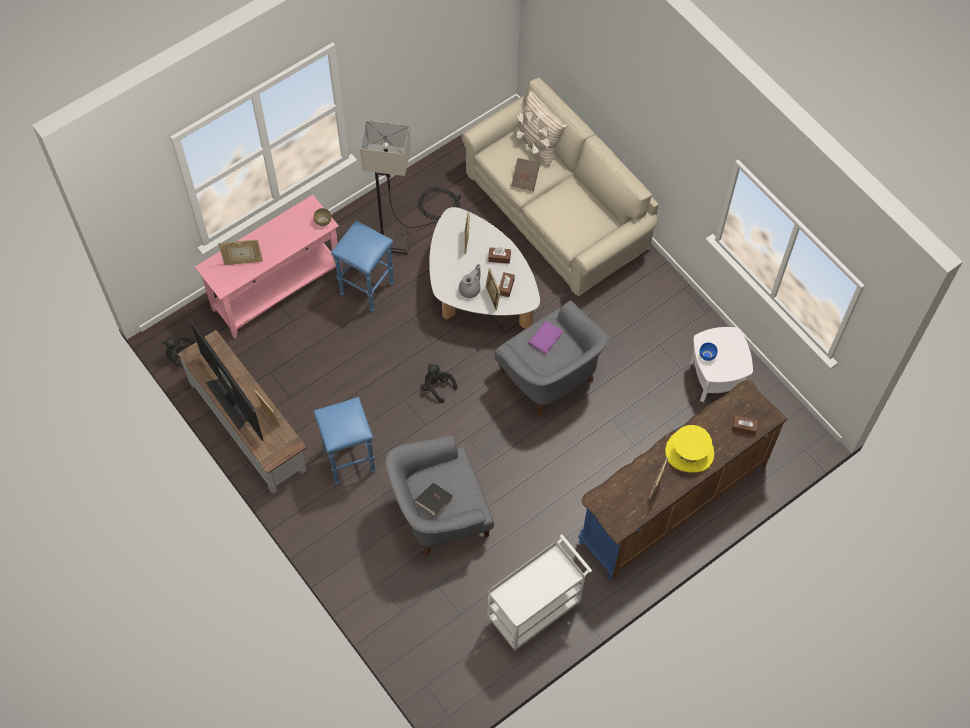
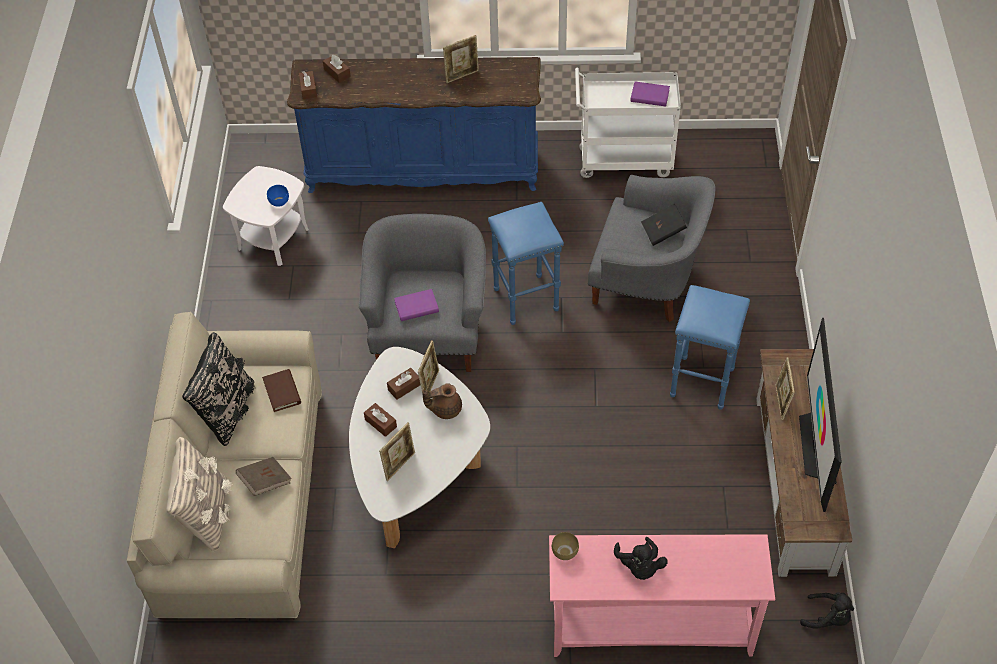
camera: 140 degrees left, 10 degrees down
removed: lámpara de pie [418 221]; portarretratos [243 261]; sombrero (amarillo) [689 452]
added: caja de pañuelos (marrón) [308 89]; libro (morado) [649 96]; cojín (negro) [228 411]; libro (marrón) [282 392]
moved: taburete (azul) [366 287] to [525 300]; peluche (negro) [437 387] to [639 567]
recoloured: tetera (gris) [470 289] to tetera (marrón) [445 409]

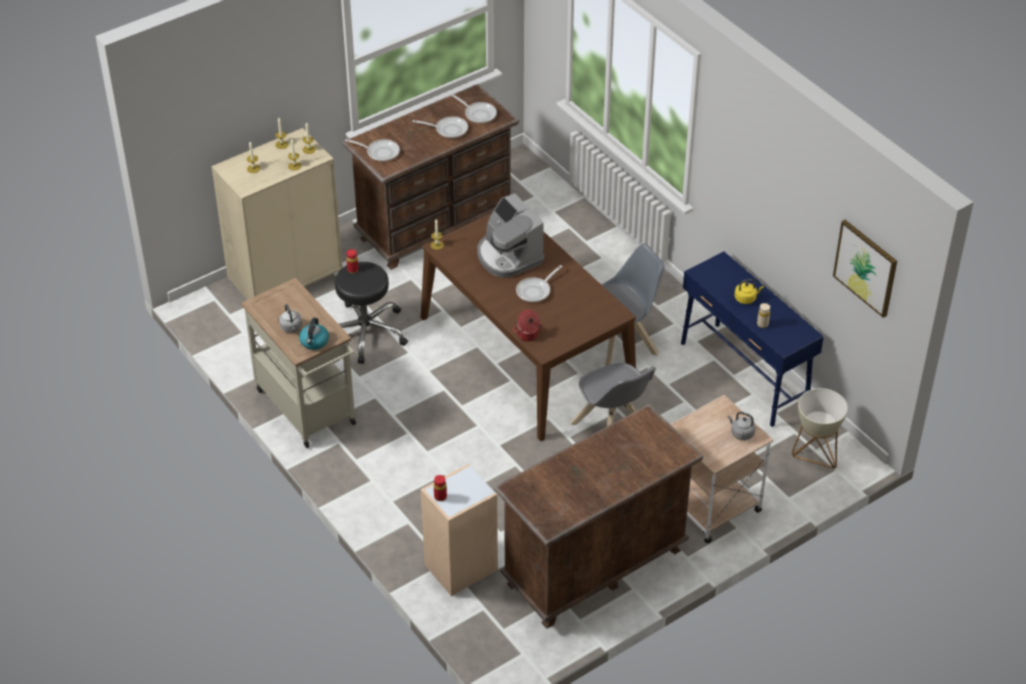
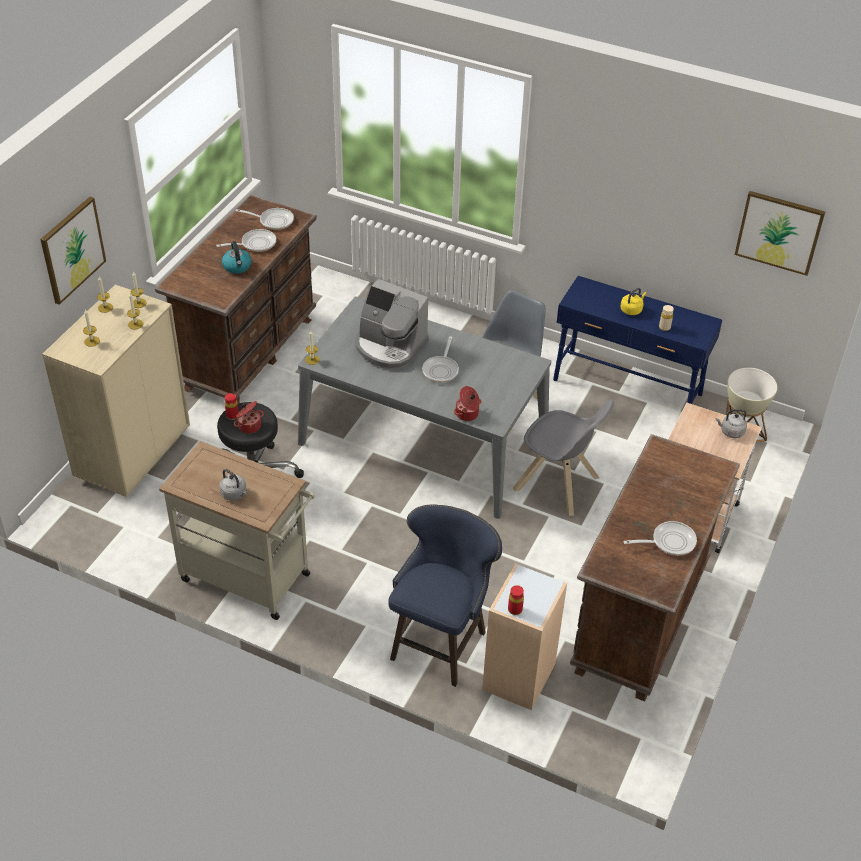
camera: 30 degrees left, 0 degrees up
added: cuadro [72 249]; olla [249 425]; taburete (azul) [440 642]
moved: sartén [380 152] to [669 542]; hervidor [314 342] to [237 267]
recoloured: mesa de comedor (marrón) [526 353] to mesa de comedor (gris) [423 440]

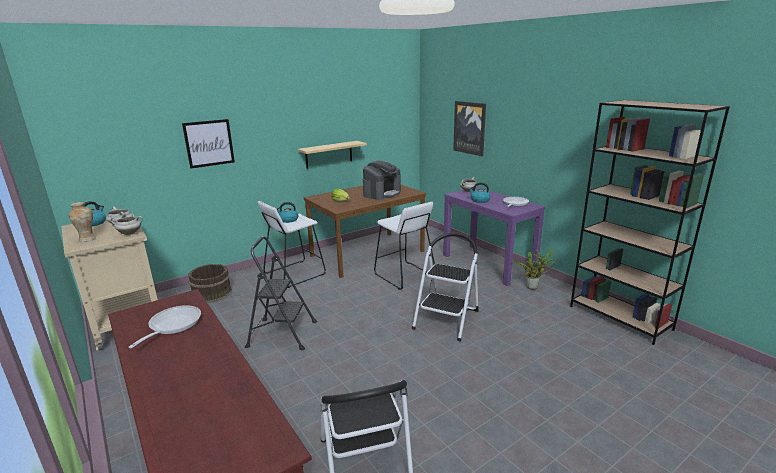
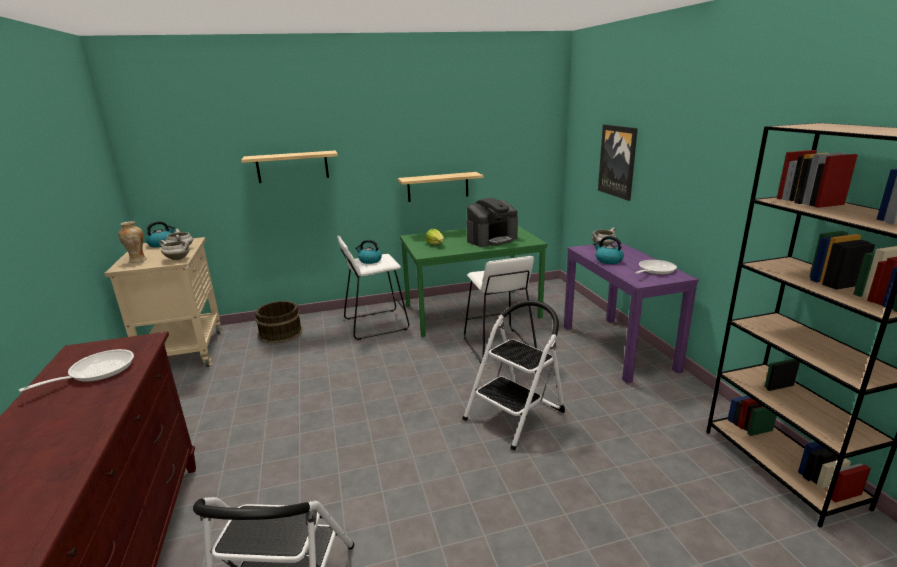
camera: 20 degrees right, 0 degrees up
removed: escalera de tijera (negro) [280 333]; planta en maceta [533 287]
replaced: cuadro [209 143] to estante [292 166]
recoloured: mesa de comedor (marrón) [367 253] to mesa de comedor (verde) [472 311]

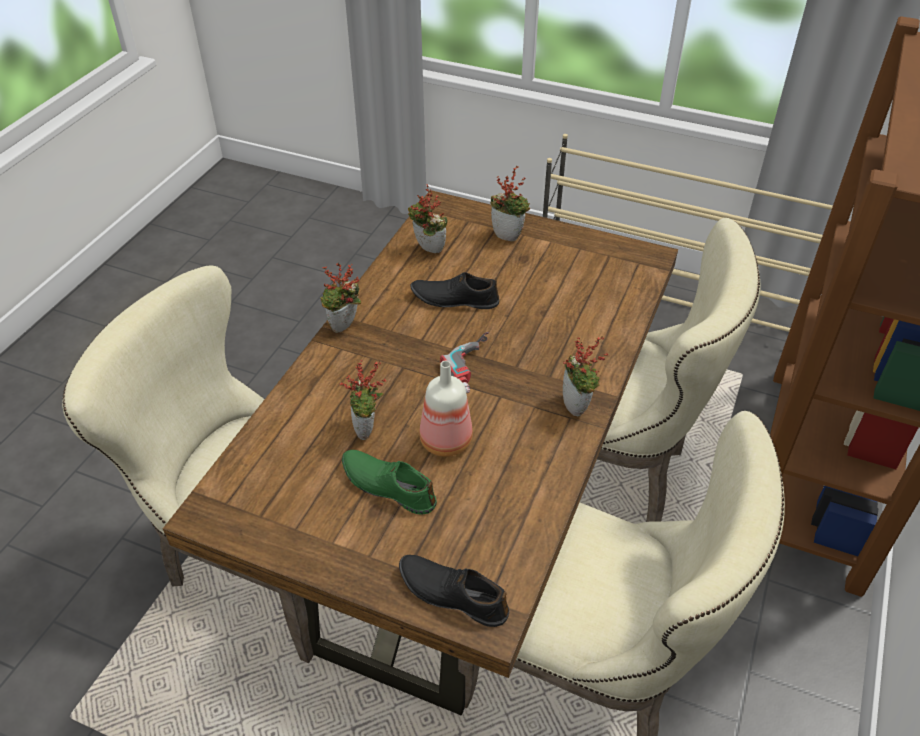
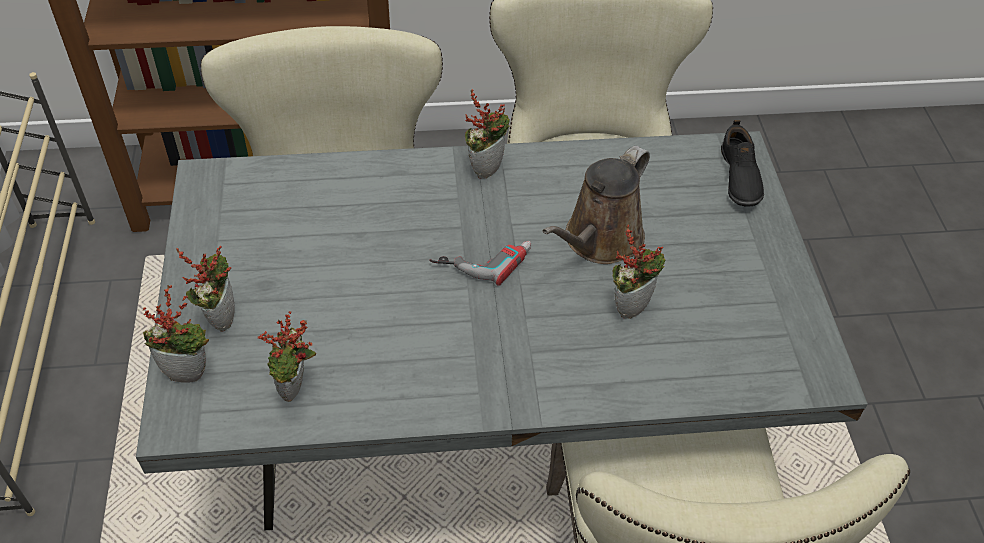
camera: 120 degrees left, 5 degrees up
removed: zapato (negro) [454 299]; zapato (verde) [388 486]
moved: planta en maceta [345 328] to [189 371]
replaced: botella [445 442] to regadera (marrón) [599 240]
recoloured: mesa de comedor (marrón) [460 521] to mesa de comedor (gris) [489 428]

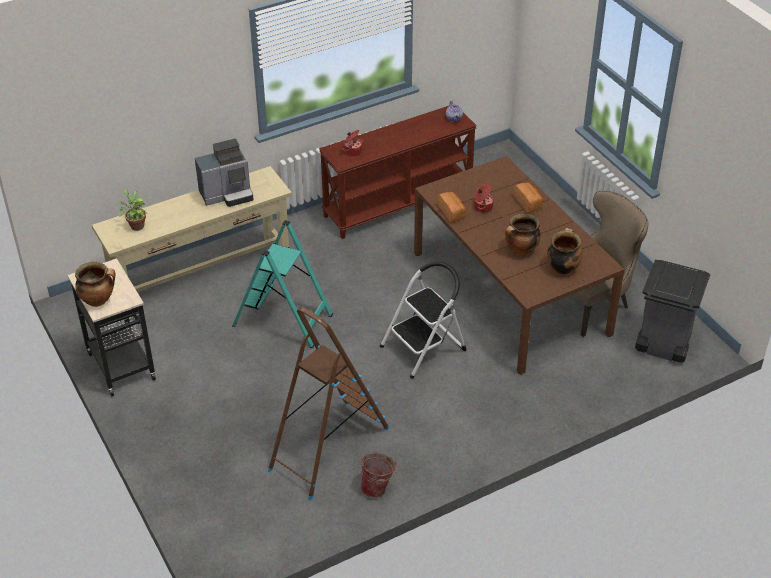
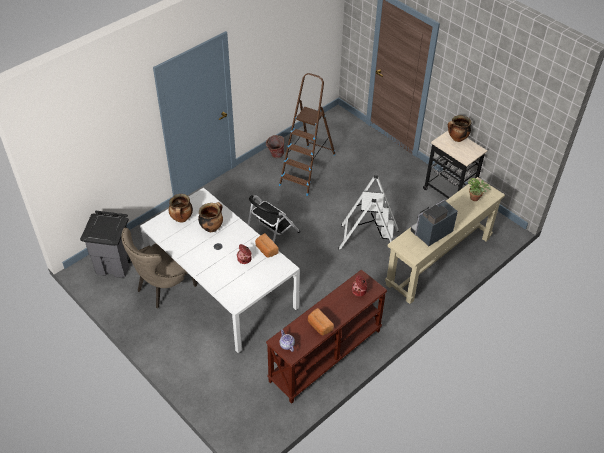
camera: 165 degrees right, 5 degrees up
moved: pan [528 203] to [319 326]
recoloured: mesa de comedor (marrón) [509 293] to mesa de comedor (blanco) [222 287]; escalera de tijera (turquesa) [283 320] to escalera de tijera (blanco) [368 239]

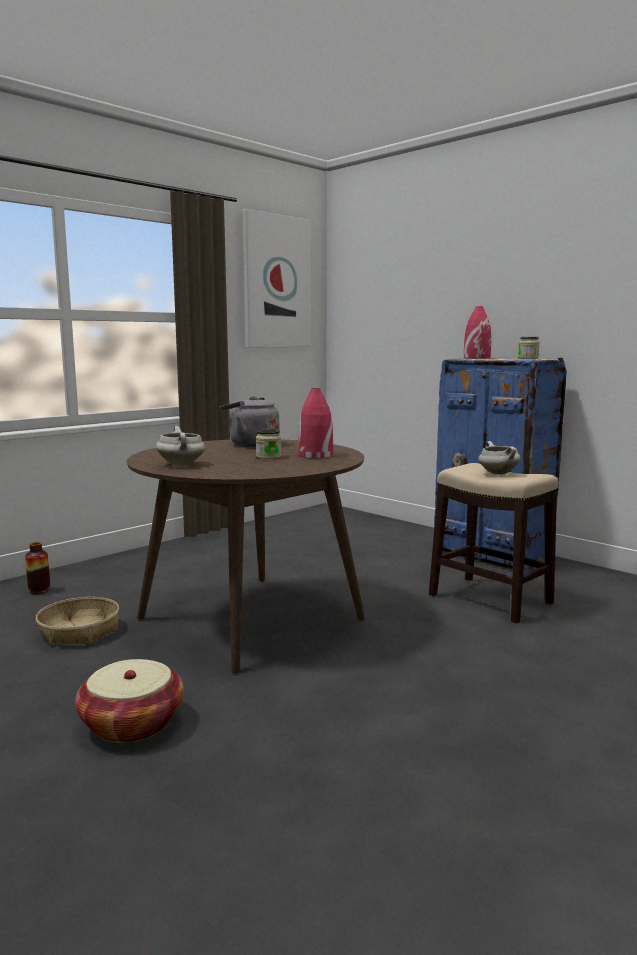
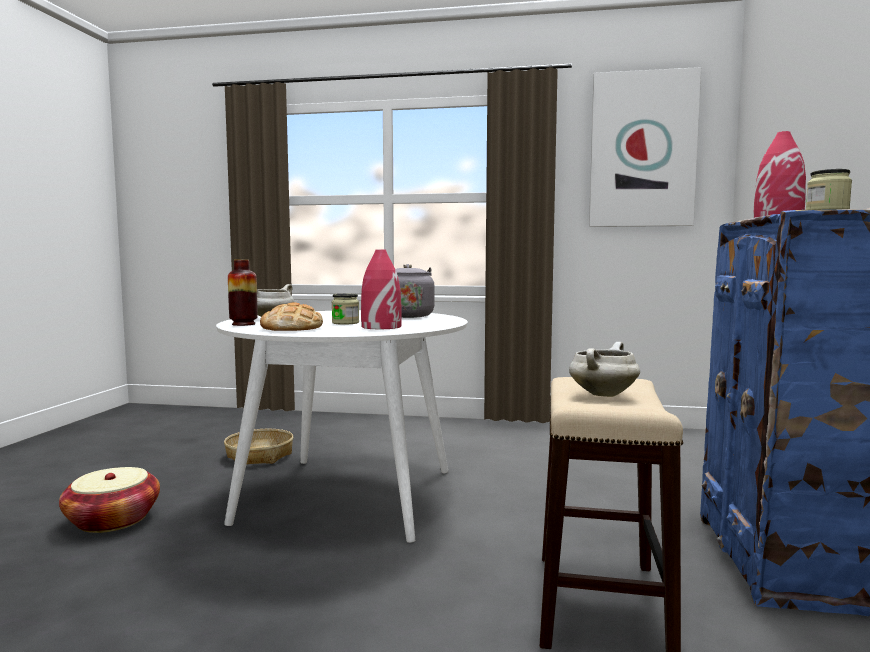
camera: 55 degrees right, 5 degrees down
added: pan [292 328]
moved: florero [39 591] to [243 324]
recoloured: mesa de comedor (marrón) [250 619] to mesa de comedor (blanco) [348 496]

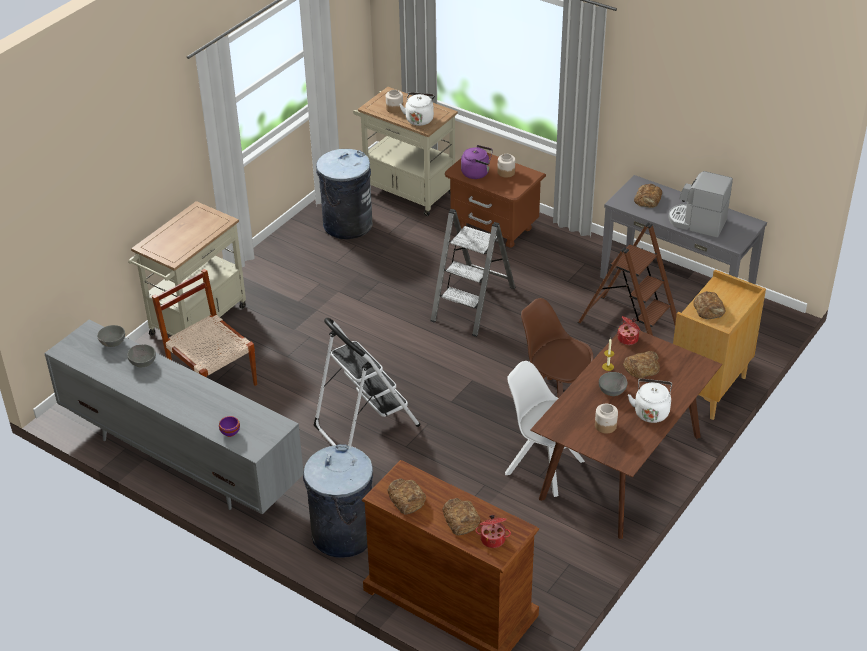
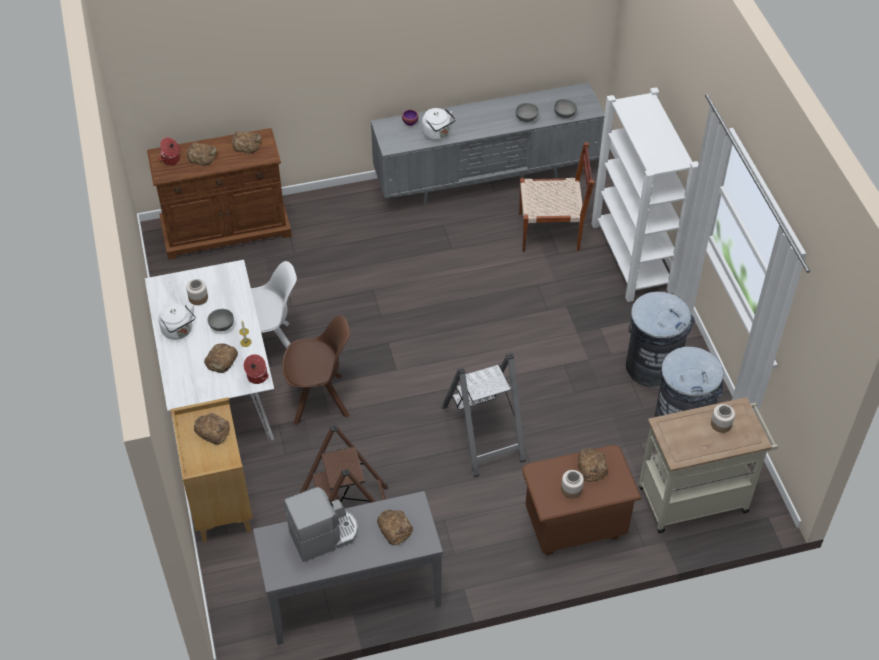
camera: 130 degrees right, 10 degrees up
removed: escalera de tijera [363 426]
moved: hervidor (blanco) [419 119] to [437 134]; papelera (gris) [342 534] to [652 366]
replaced: hervidor (morado) [477 173] to pan [591 467]; carrito (beis) [196 322] to estantería (blanco) [632 257]
recoloured: mesa de comedor (marrón) [622 468] to mesa de comedor (blanco) [217 387]

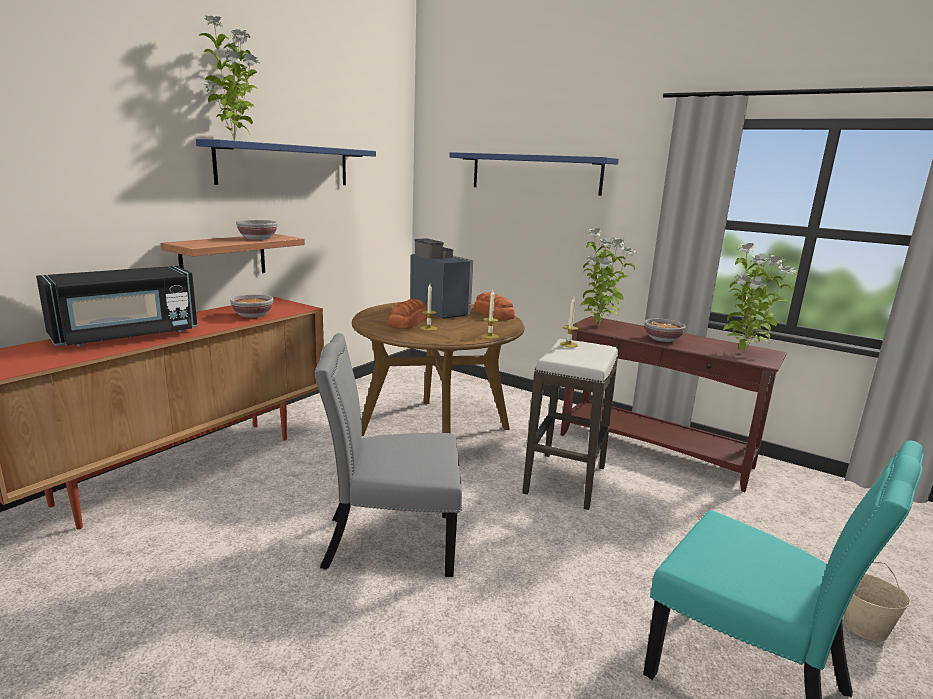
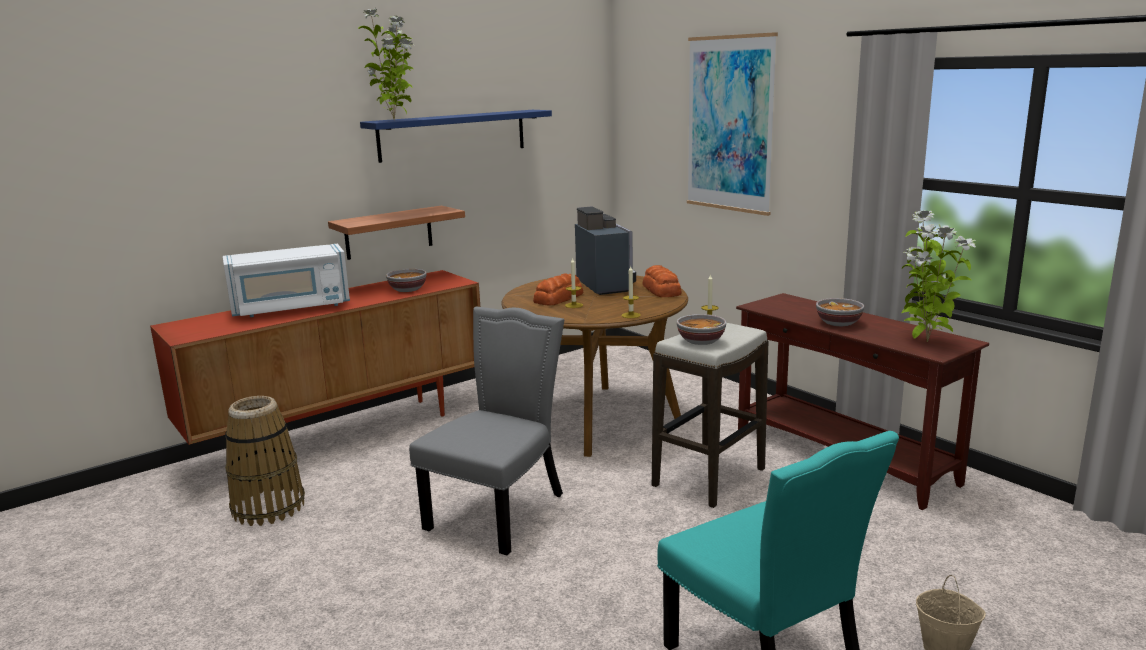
camera: 20 degrees right, 0 degrees up
removed: planta en maceta [598 325]
added: cesta [268 507]
moved: cuenco [257 239] to [700 341]
replaced: estante (azul) [535 173] to cuadro [730 124]
recoloured: microondas (negro) [126 336] to microondas (blanco) [291 308]
turned: silla (gris) [393 542] = [497 514] 105 degrees clockwise

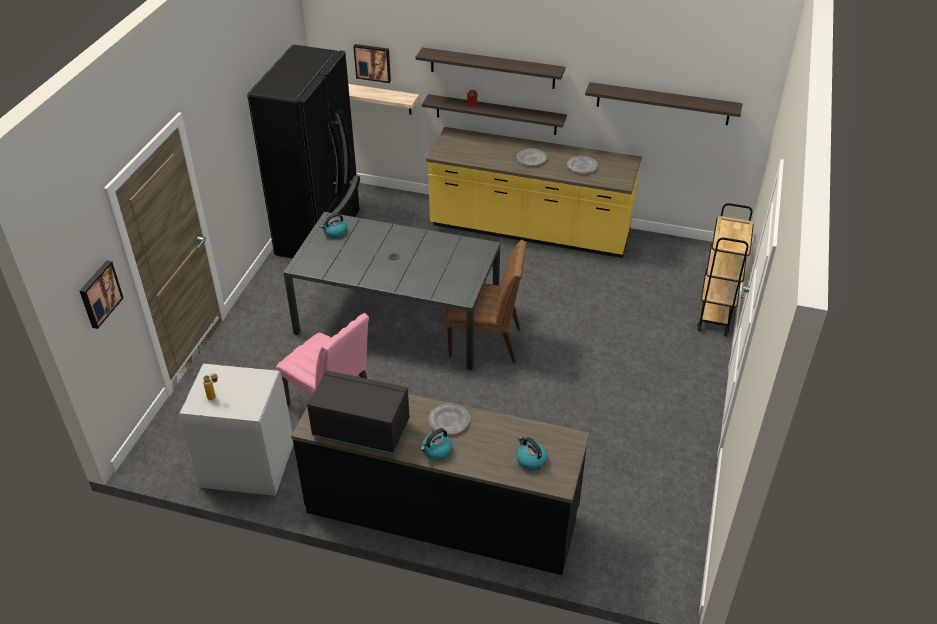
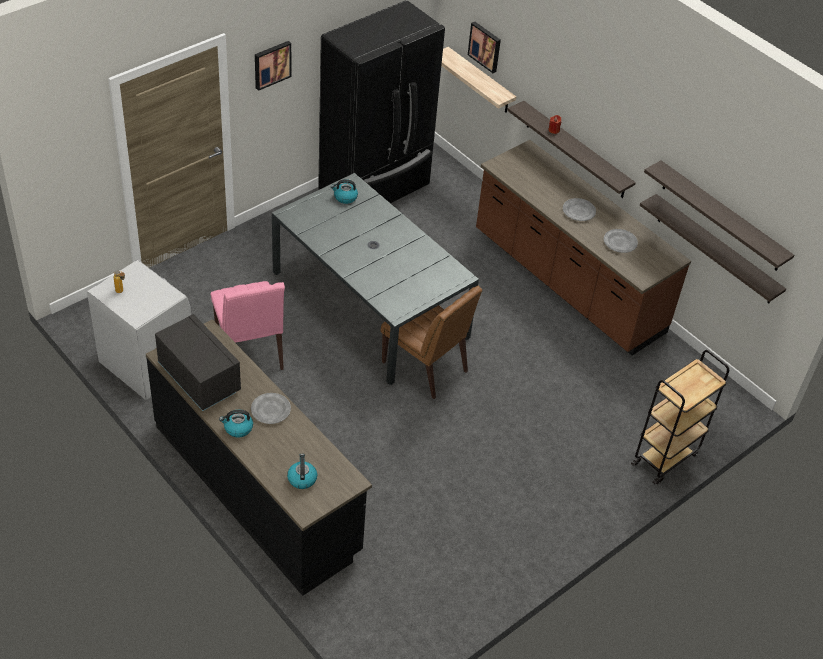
camera: 30 degrees right, 5 degrees up
moved: estante [492 68] to [715 250]; cuadro [99 294] to [271 64]
recoloured: mueble bajo de cocina (amarillo) [529 231] to mueble bajo de cocina (marrón) [567 283]

